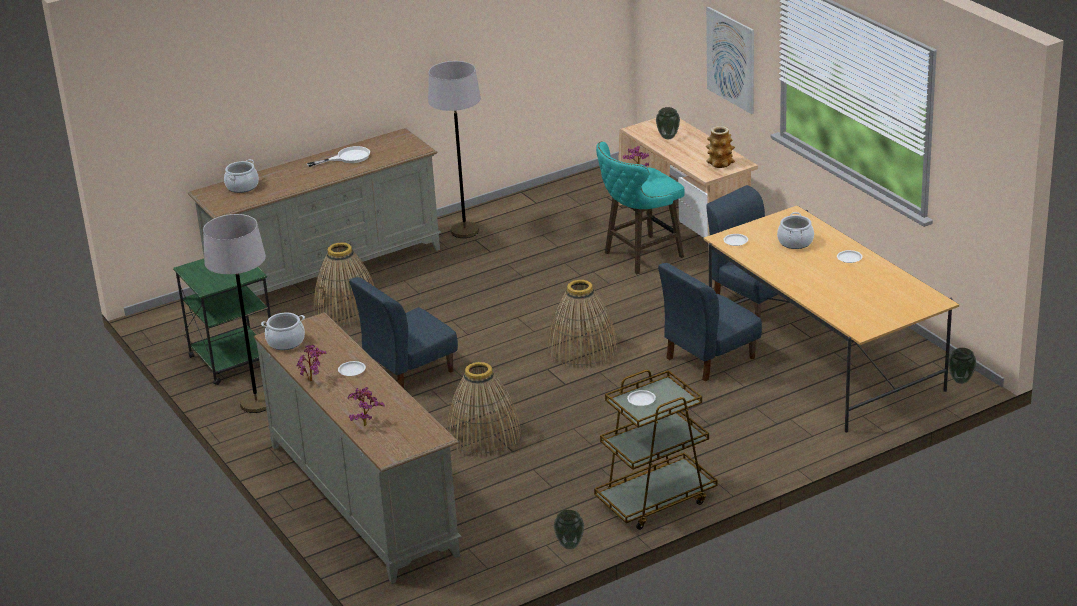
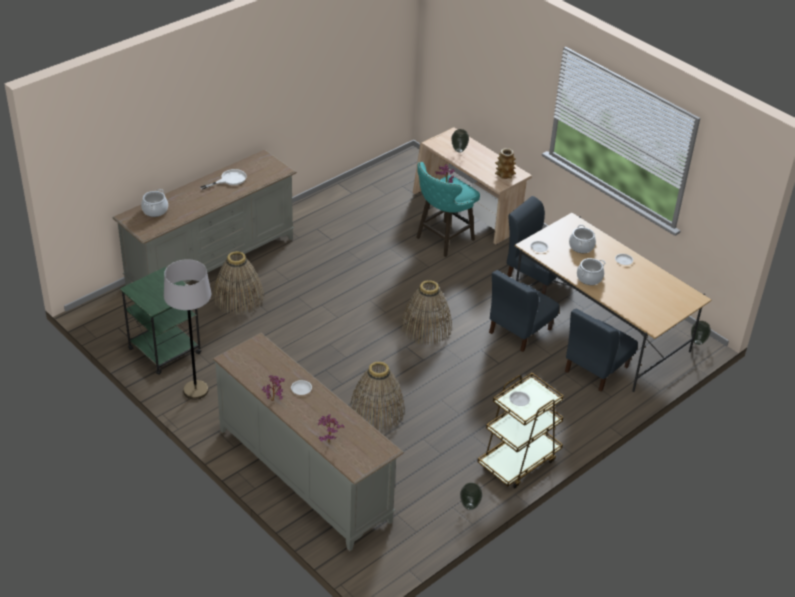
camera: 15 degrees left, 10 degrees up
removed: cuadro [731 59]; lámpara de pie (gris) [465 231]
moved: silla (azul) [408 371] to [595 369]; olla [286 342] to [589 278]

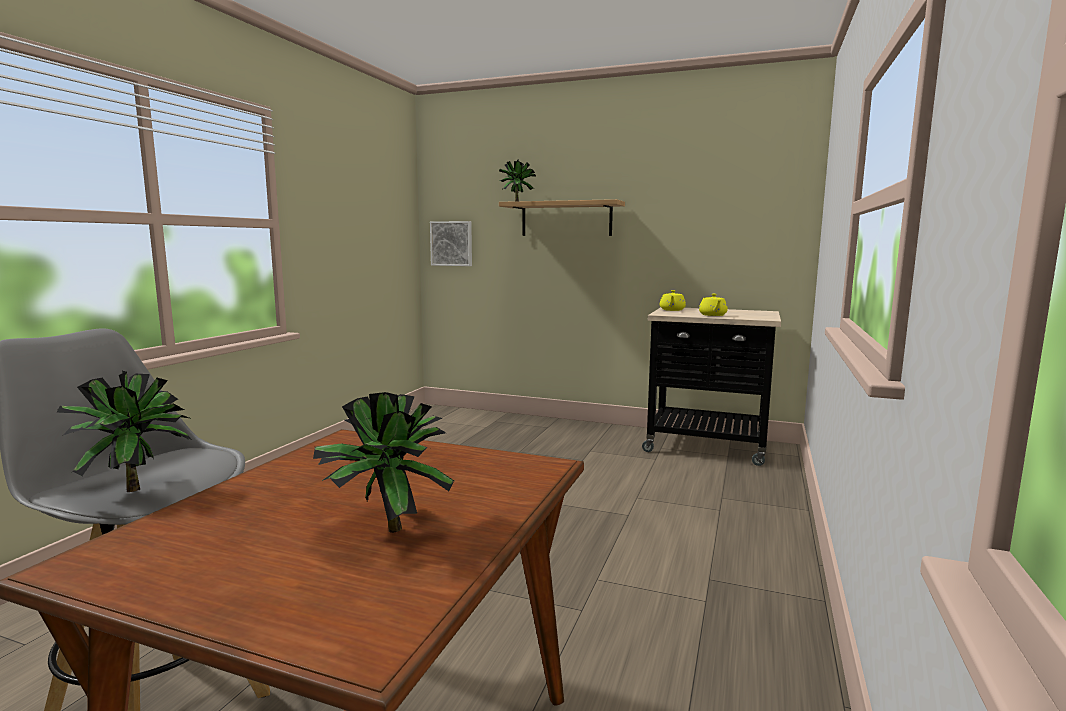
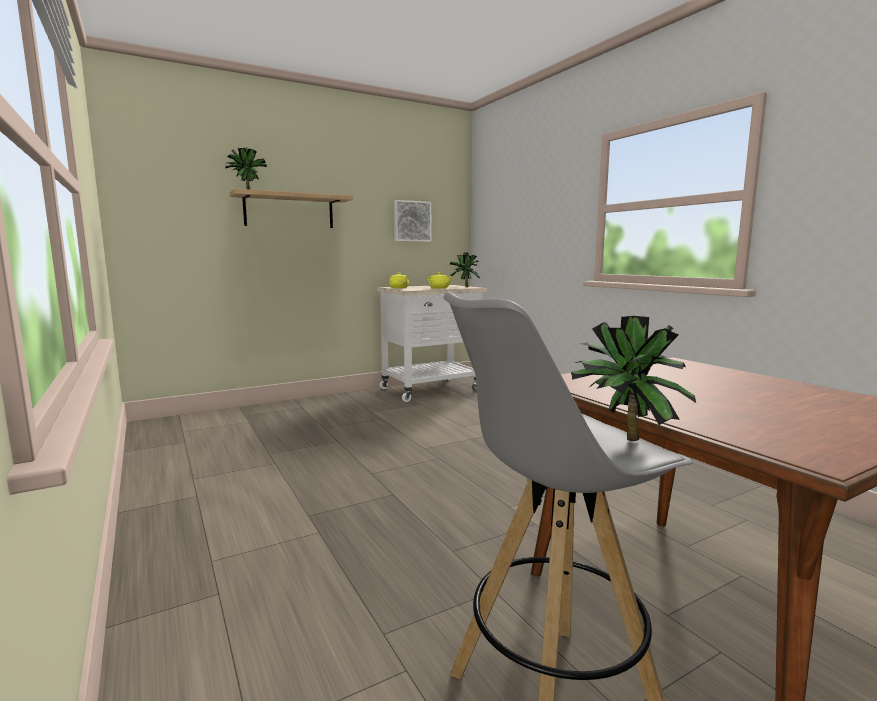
camera: 50 degrees left, 0 degrees up
moved: cuadro [452 243] to [412 221]; planta en maceta [385 529] to [465 287]
recoloured: carrito (negro) [706 447] to carrito (blanco) [430 389]

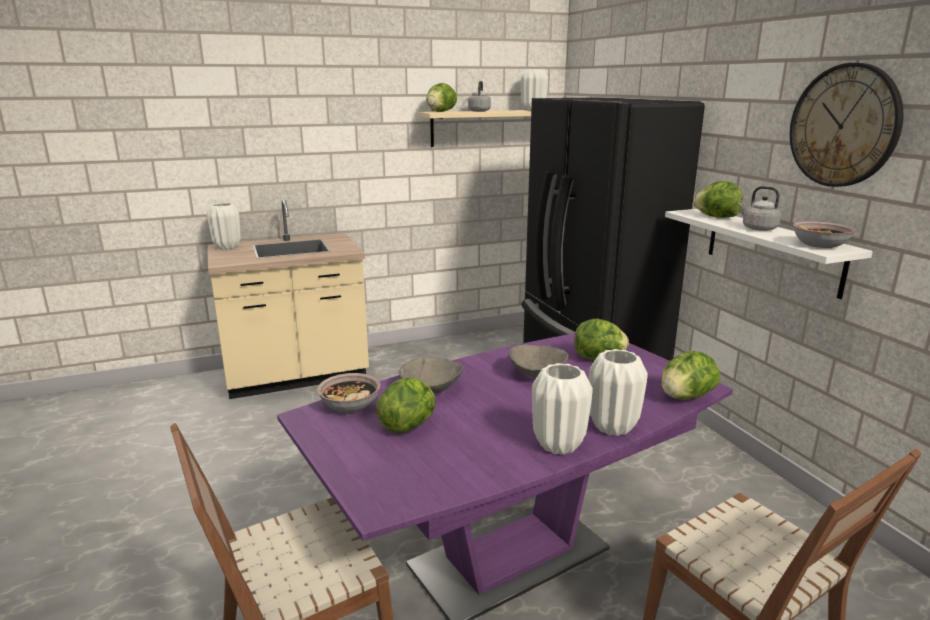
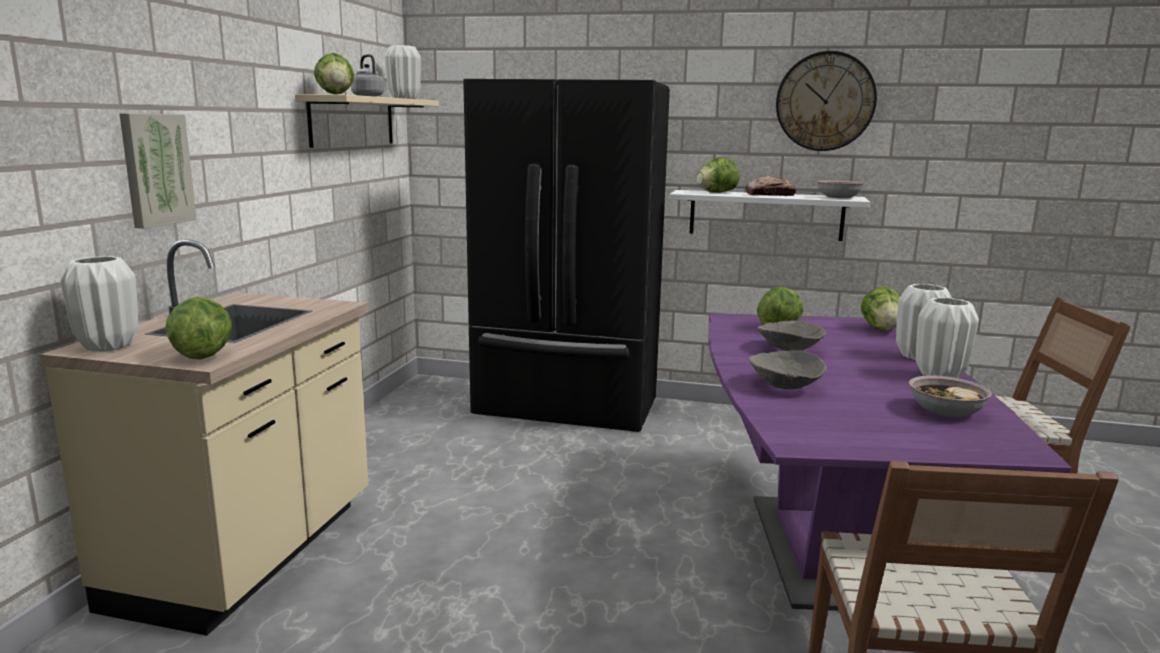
camera: 55 degrees left, 5 degrees down
added: cuadro [155 169]
moved: cuenco [350 405] to [945 411]; lechuga [409 425] to [202 355]
replaced: hervidor (gris) [757 228] to pan [770 195]

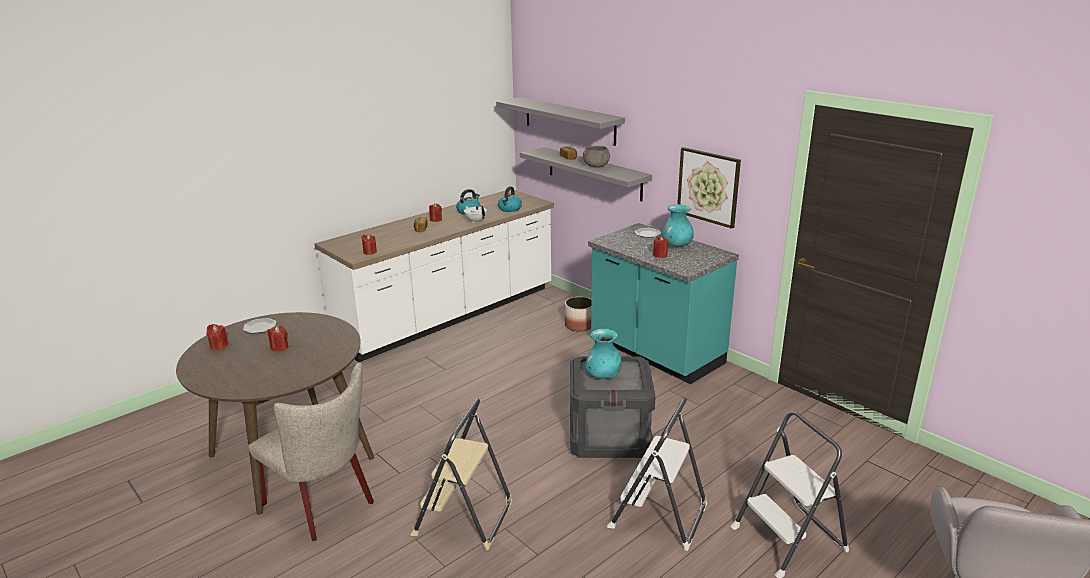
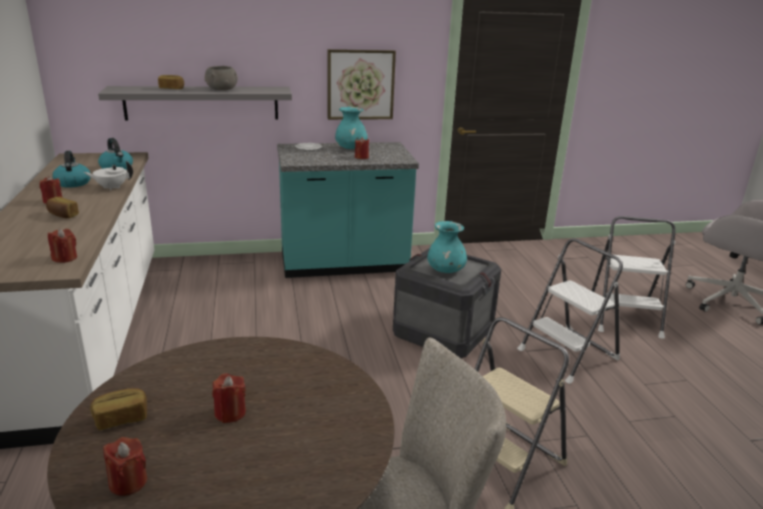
camera: 60 degrees left, 0 degrees up
removed: estante (gris) [569 120]; maceta [579 325]
replaced: plato [260 327] to pan [121 418]

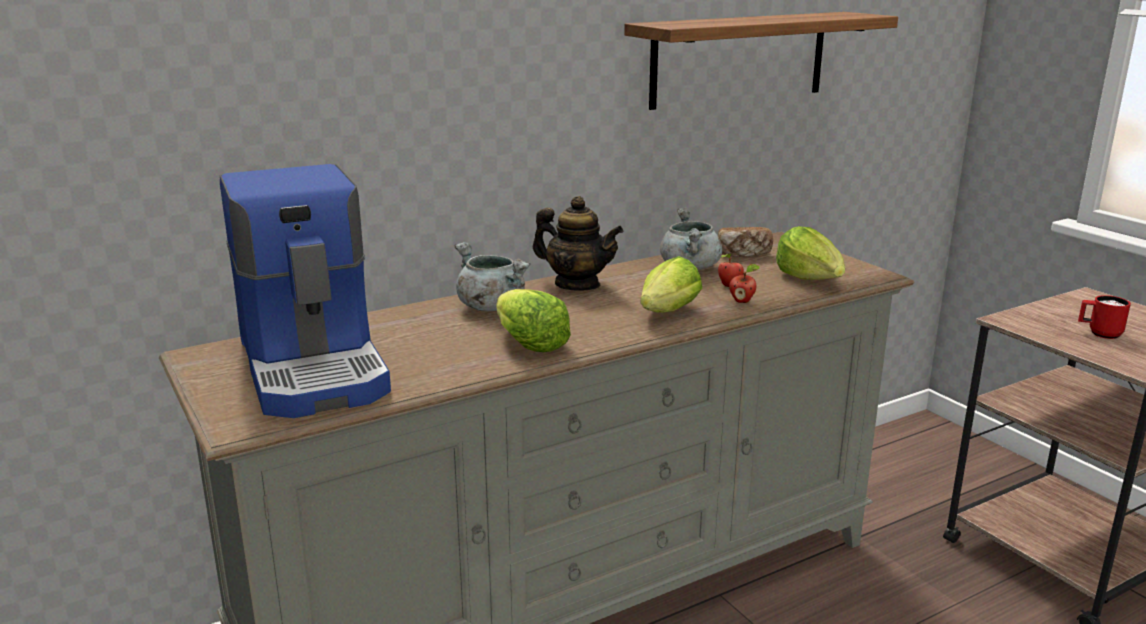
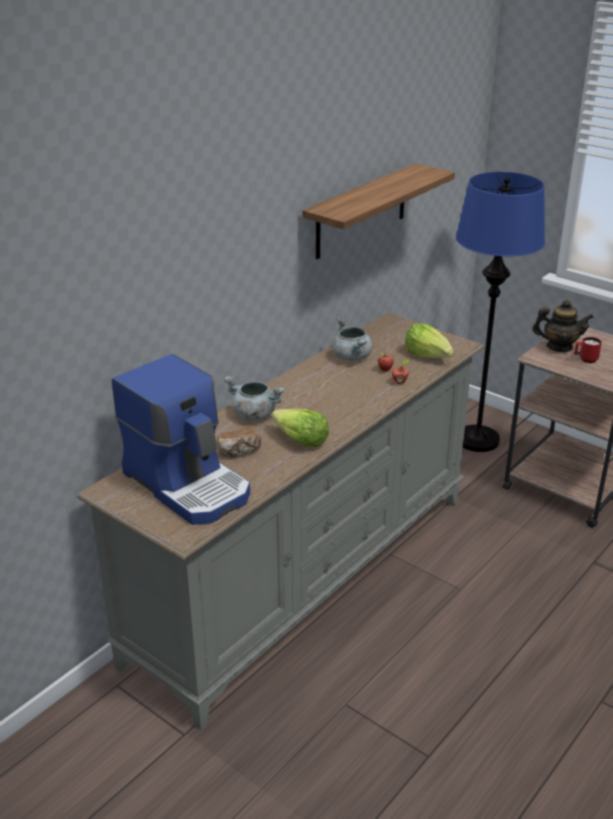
camera: 20 degrees left, 10 degrees up
removed: lechuga [666 314]
added: lámpara de pie (azul) [477 439]
moved: tetera [577 285] to [559 347]; pan [743 254] to [239 452]

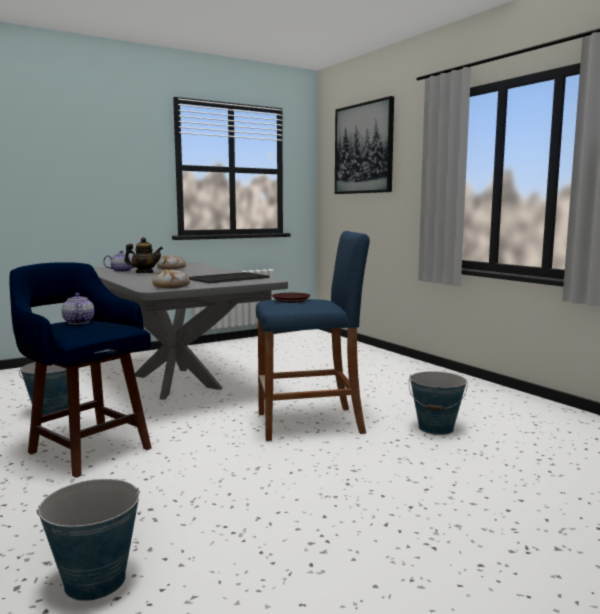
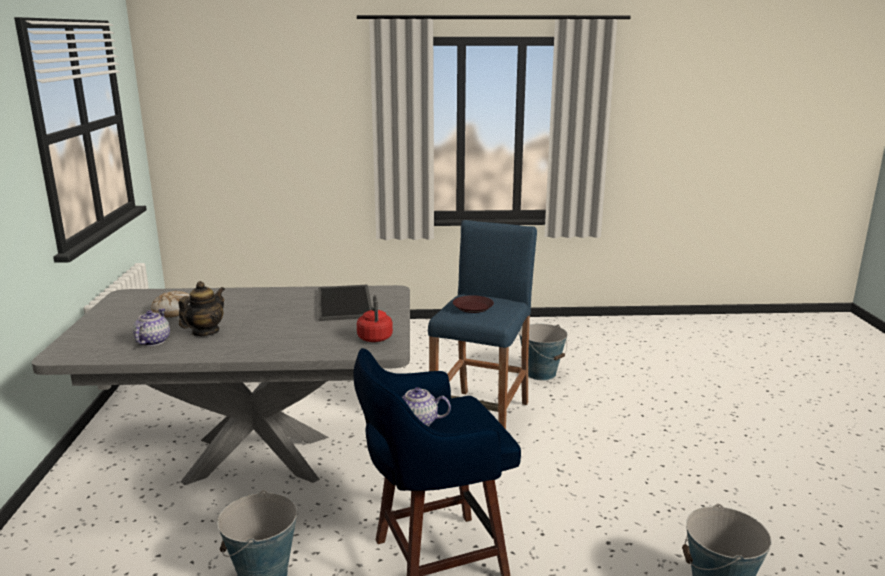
camera: 60 degrees left, 10 degrees up
removed: cuadro [363 148]
replaced: pan [171 286] to hervidor (rojo) [375 337]

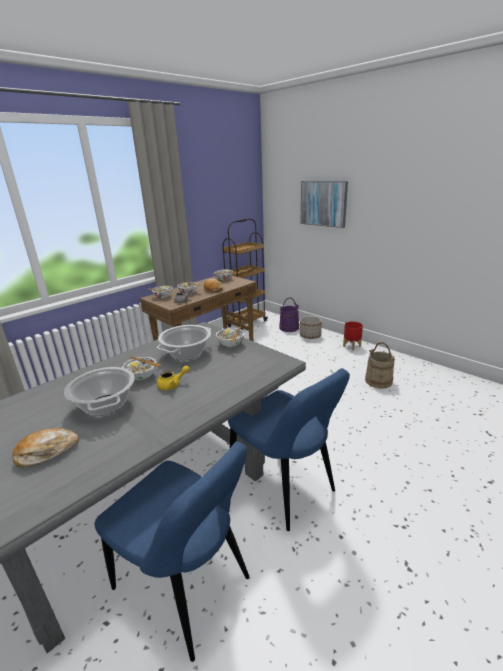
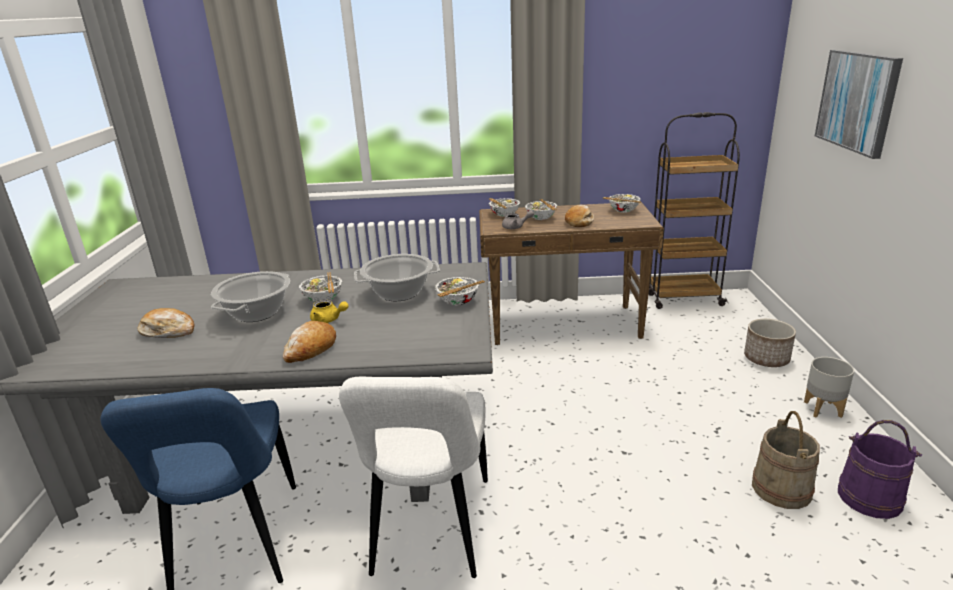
camera: 45 degrees right, 0 degrees up
added: pan [311 349]
moved: cubo (morado) [289 328] to [869 497]
recoloured: maceta (rojo) [352 346] to maceta (gris) [823 409]; silla (azul) [285 487] to silla (blanco) [430 531]

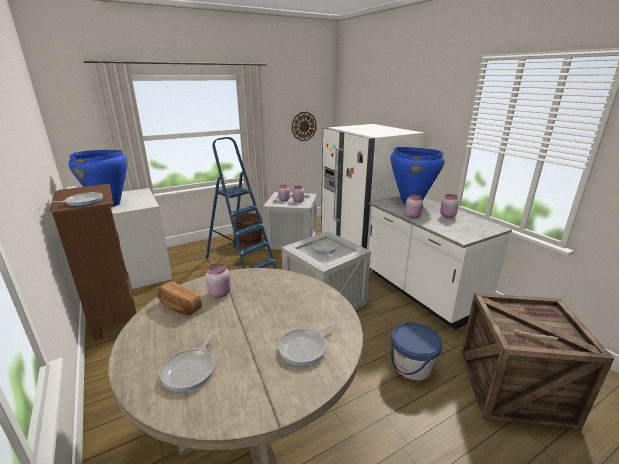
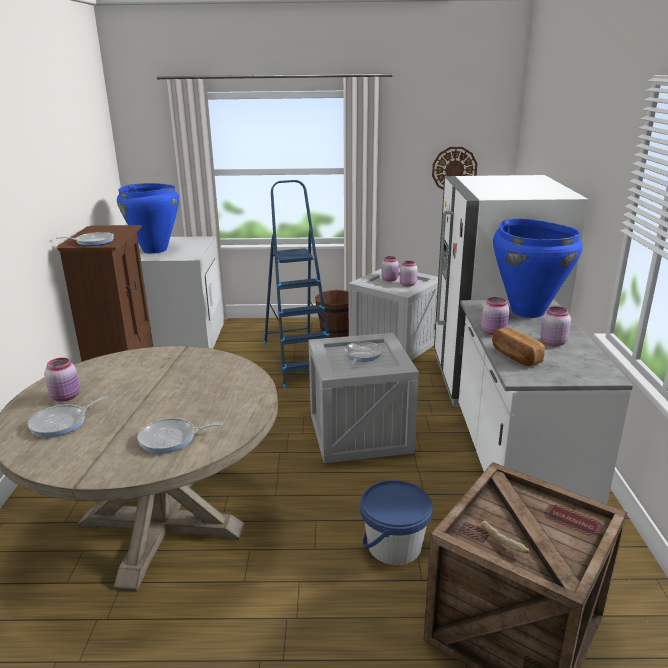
camera: 30 degrees right, 0 degrees up
moved: tarro (rosa) [220 293] to [66 396]; pan [179 306] to [515 356]

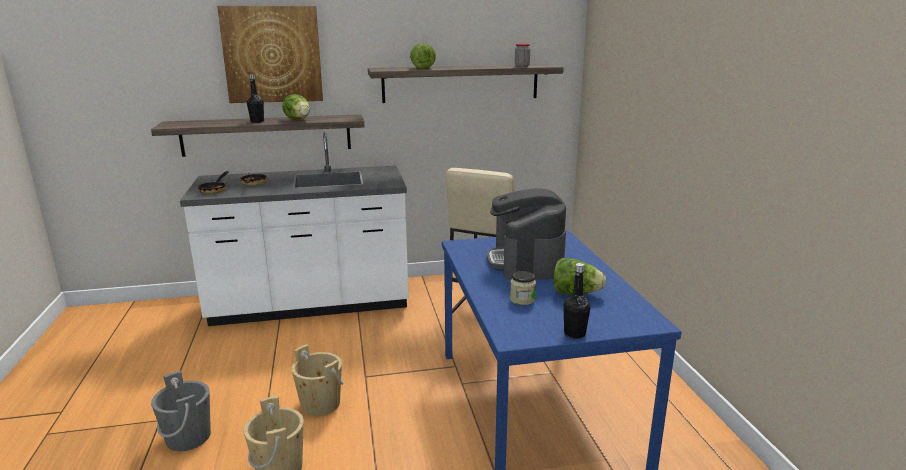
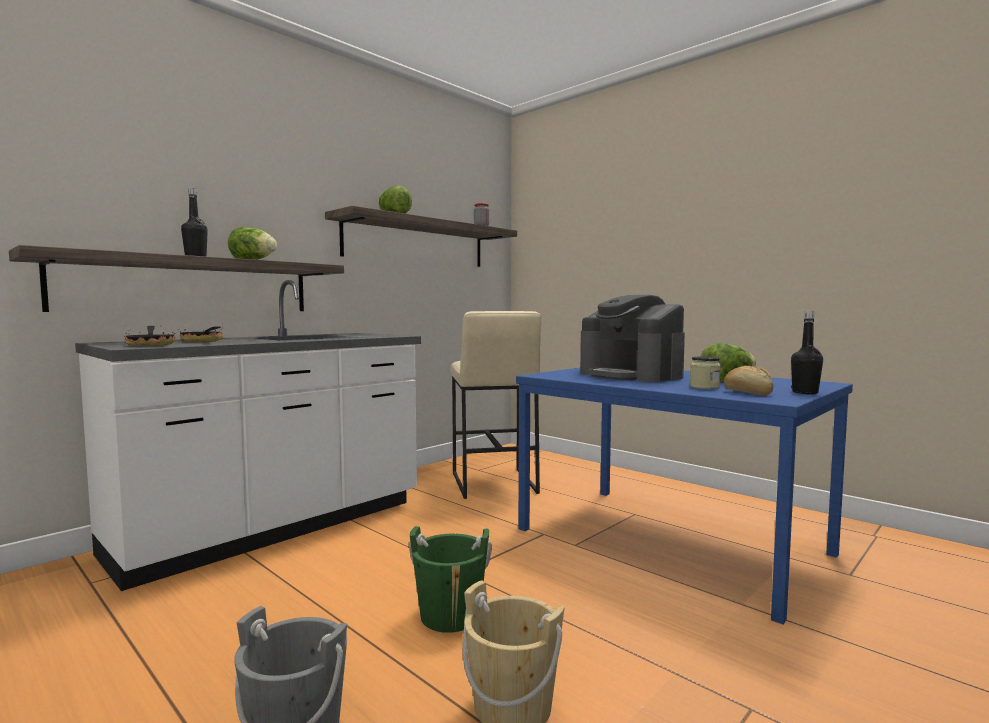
camera: 35 degrees left, 15 degrees down
removed: cuadro [272 54]
added: pan [748 392]
recoloured: cubo (beis) [320 404] to cubo (verde) [450 616]

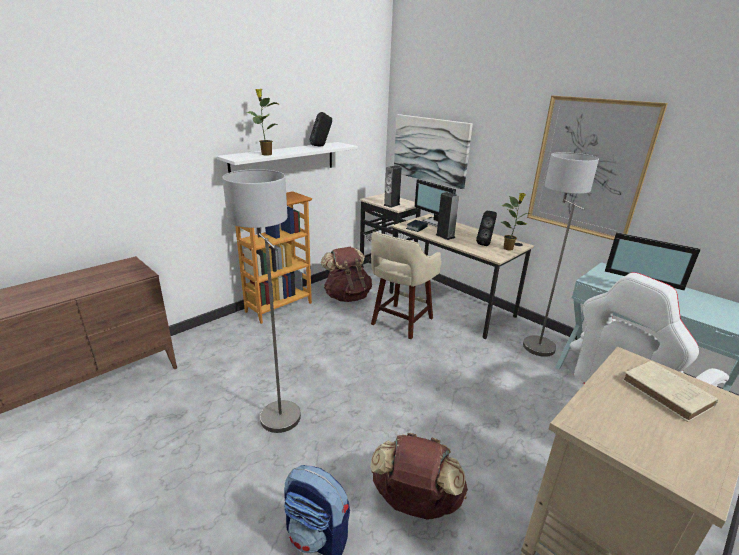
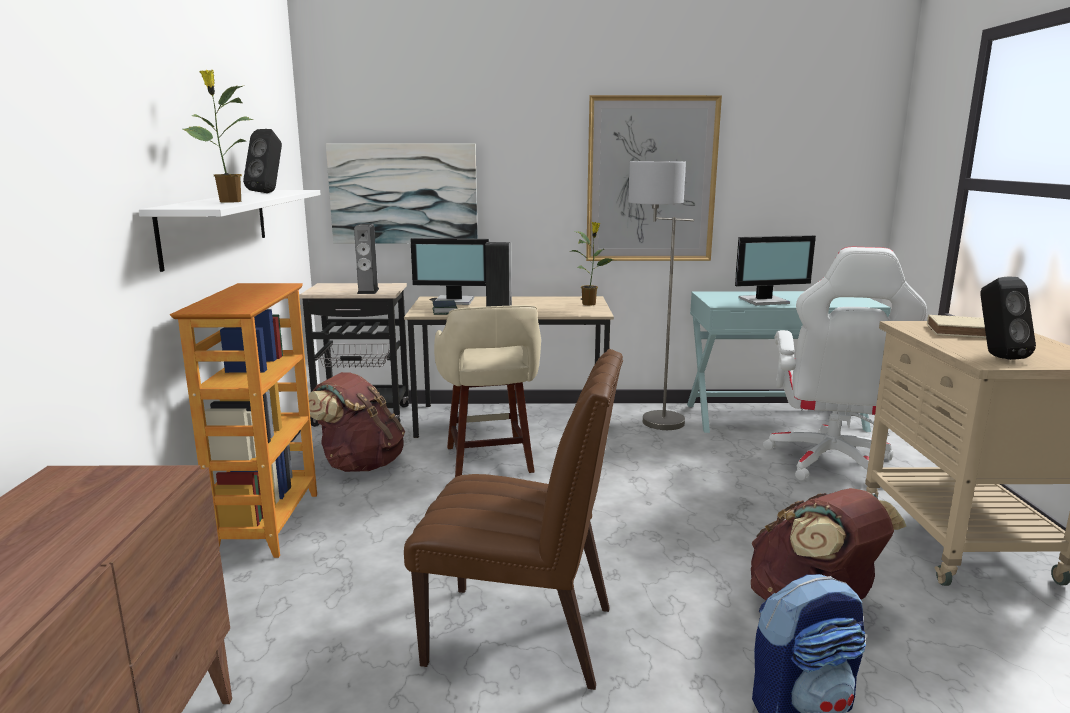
camera: 45 degrees left, 10 degrees down
moved: altavoz (negro) [485 244] to [996 356]
replaced: lámpara de pie (gris) [276 410] to silla (marrón) [519 635]

